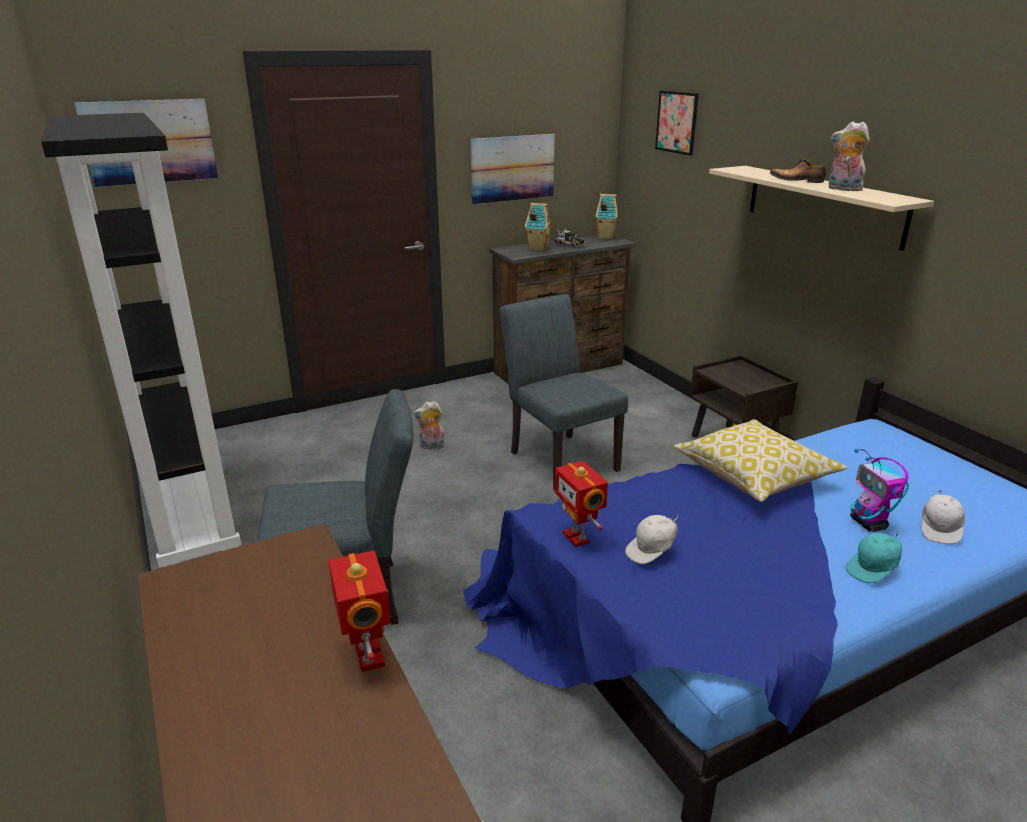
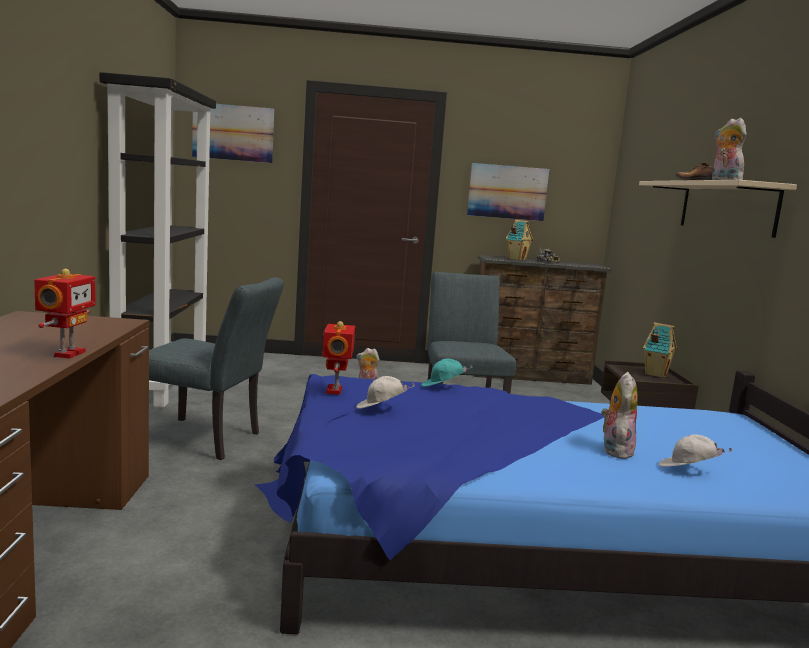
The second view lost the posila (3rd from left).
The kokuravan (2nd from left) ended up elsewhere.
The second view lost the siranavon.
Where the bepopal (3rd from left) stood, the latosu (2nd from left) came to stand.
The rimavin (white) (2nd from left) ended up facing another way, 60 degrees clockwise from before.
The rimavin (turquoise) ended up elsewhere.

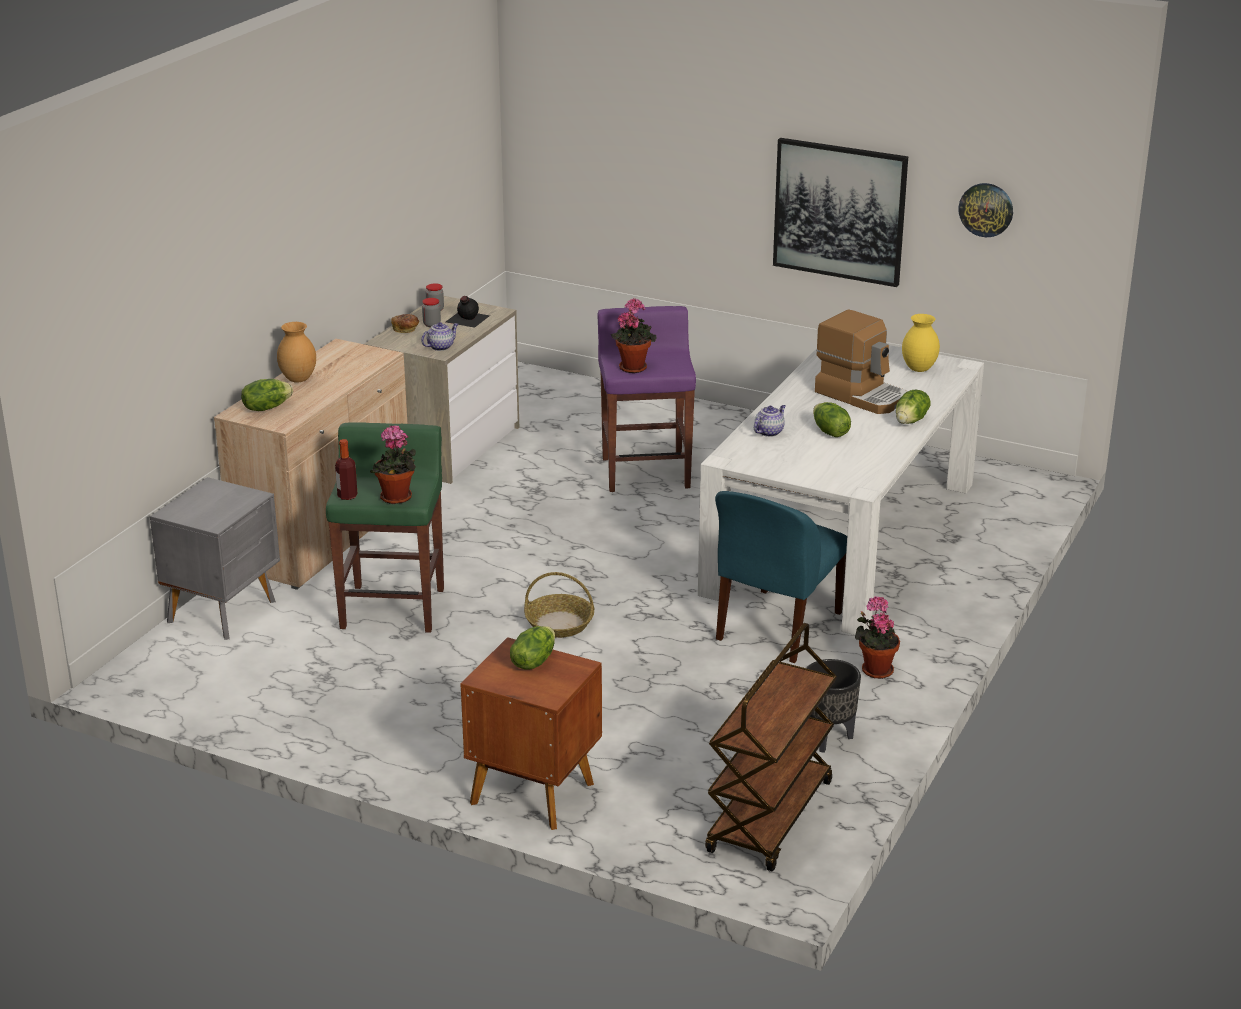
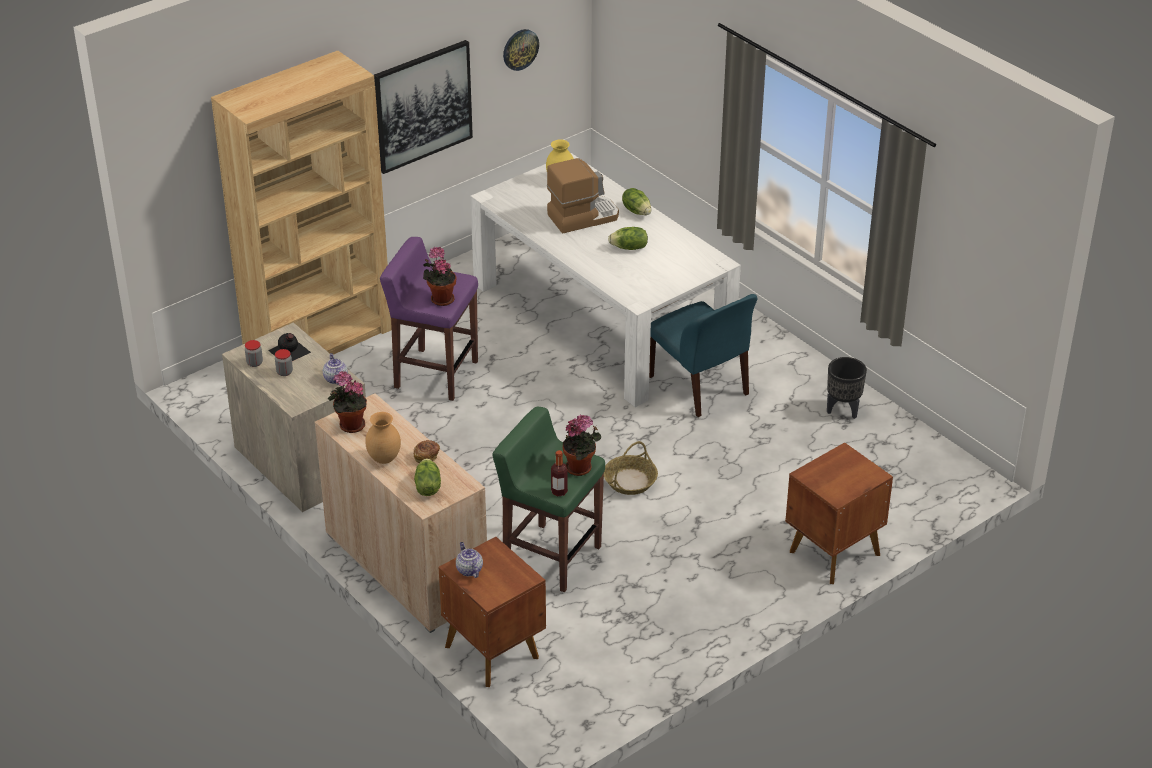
The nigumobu ended up elsewhere.
The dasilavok (2nd from left) ended up elsewhere.
What was the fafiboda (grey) turned into the fafiboda (brown) (1st from left).
The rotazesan (3rd from left in the first image) ended up elsewhere.
The second view lost the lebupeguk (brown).
The second view lost the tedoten (2nd from left).
The second view gained the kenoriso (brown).

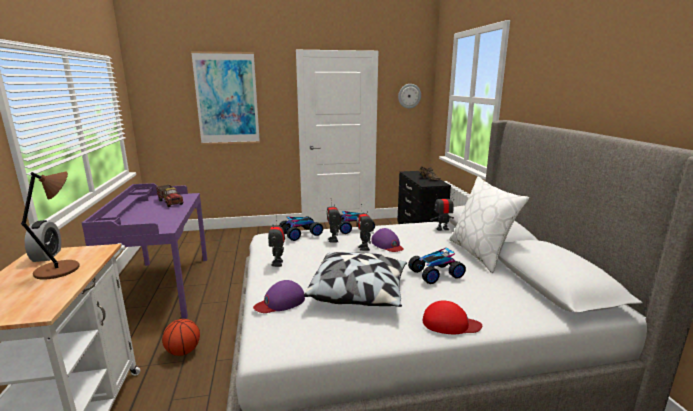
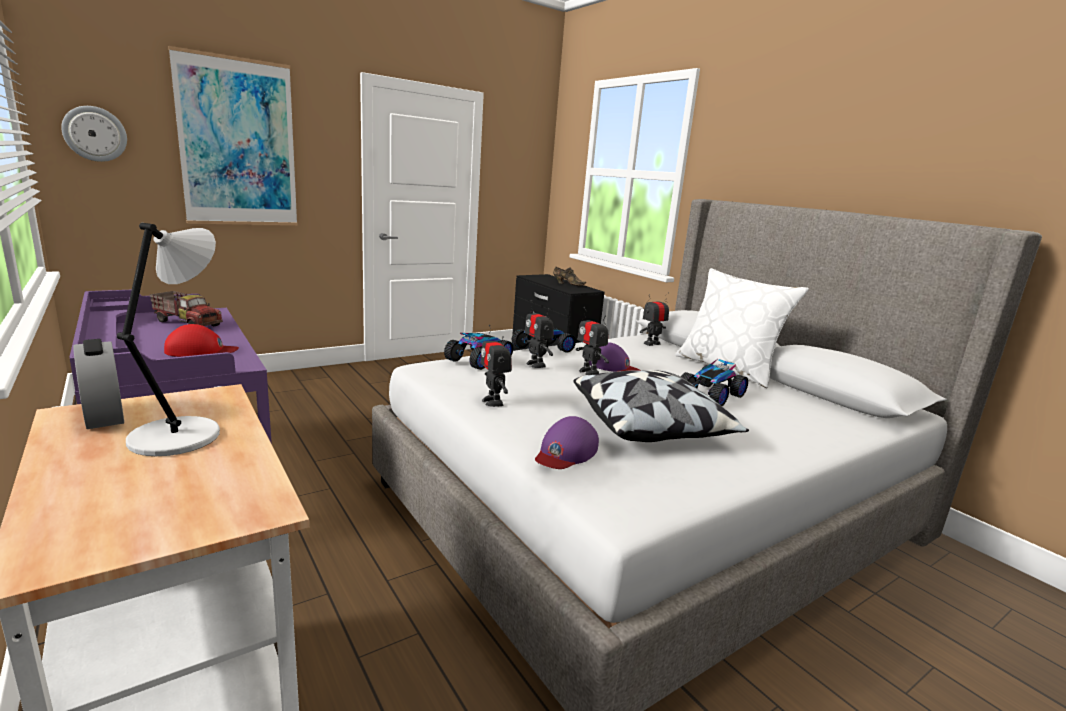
The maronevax ended up elsewhere.
What was the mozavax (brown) turned into the mozavax (grey).
The rimavin (red) ended up elsewhere.
The second view lost the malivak.

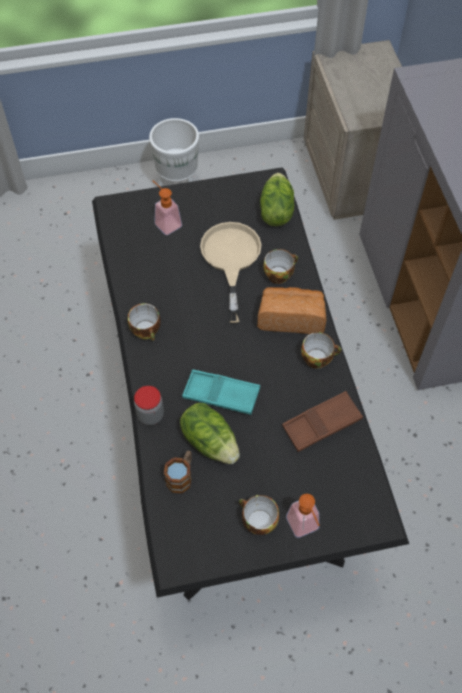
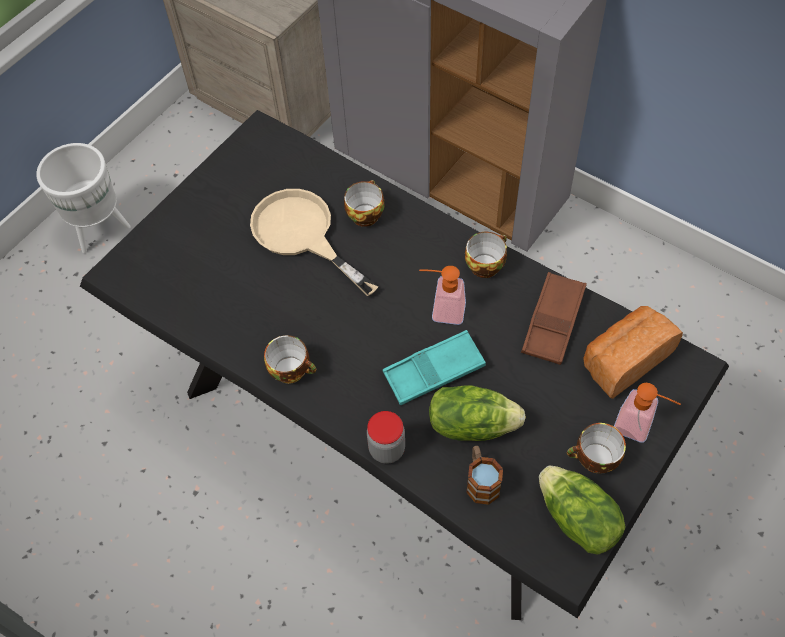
The tedoten (2nd from left) ended up elsewhere.
The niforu (1st from left) ended up elsewhere.
The nigumobu ended up elsewhere.

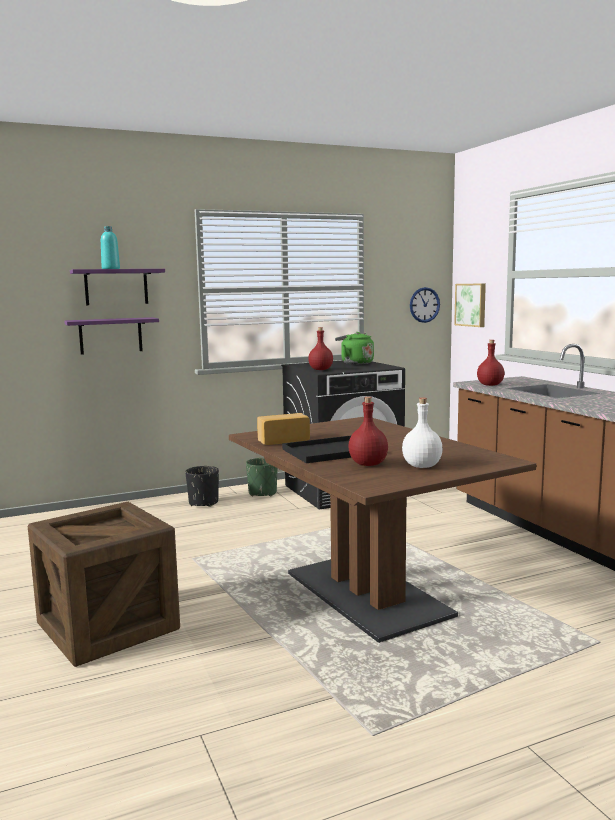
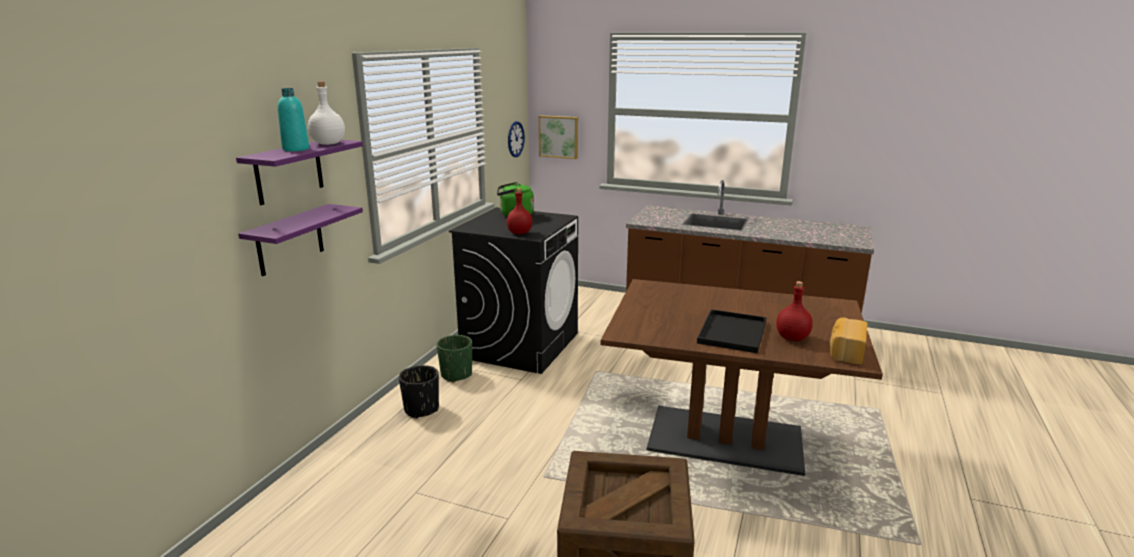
The second view lost the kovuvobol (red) (3rd from left).
The kovuvobol (white) ended up elsewhere.
The nigumobu ended up elsewhere.

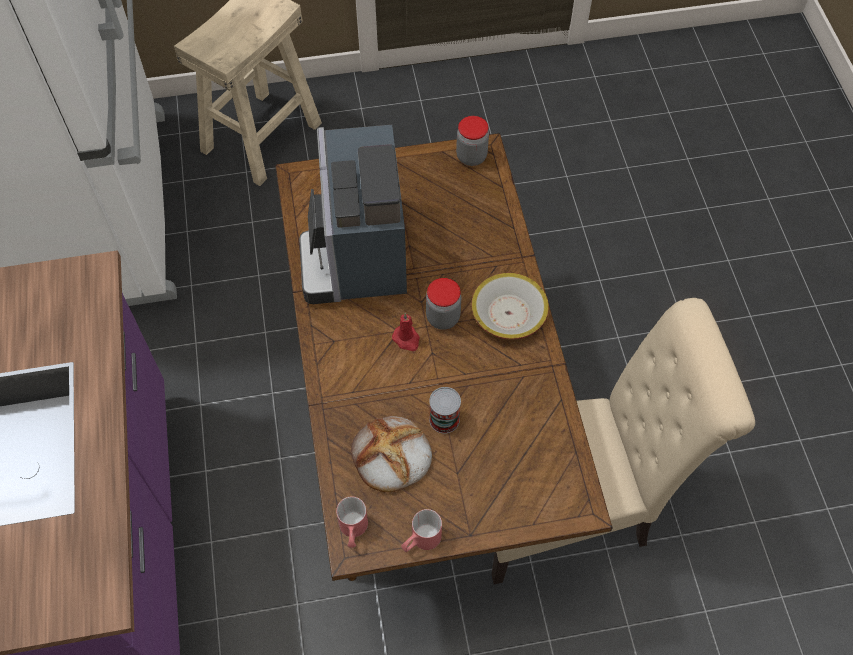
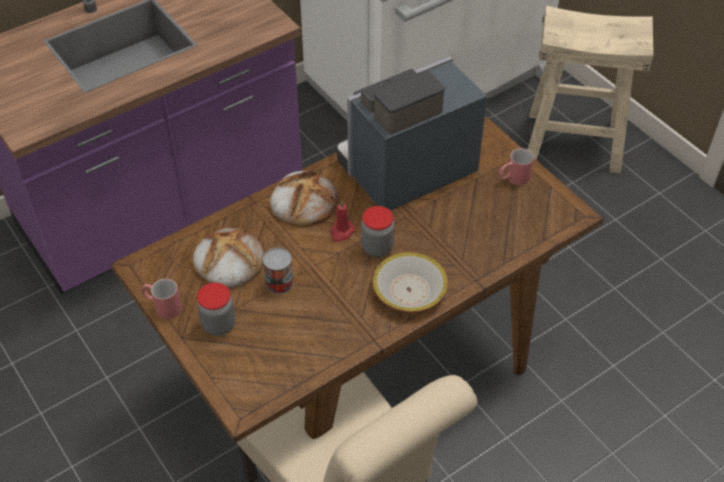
The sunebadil (2nd from left in the first image) ended up elsewhere.
The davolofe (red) (1st from left in the first image) ended up elsewhere.
The second view gained the nigumobu (2nd from left).

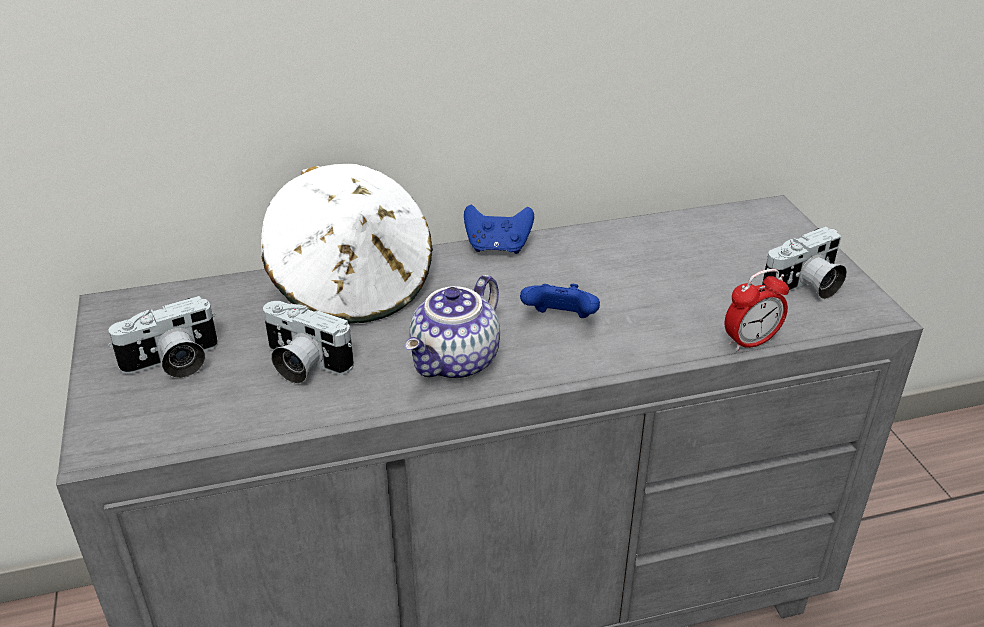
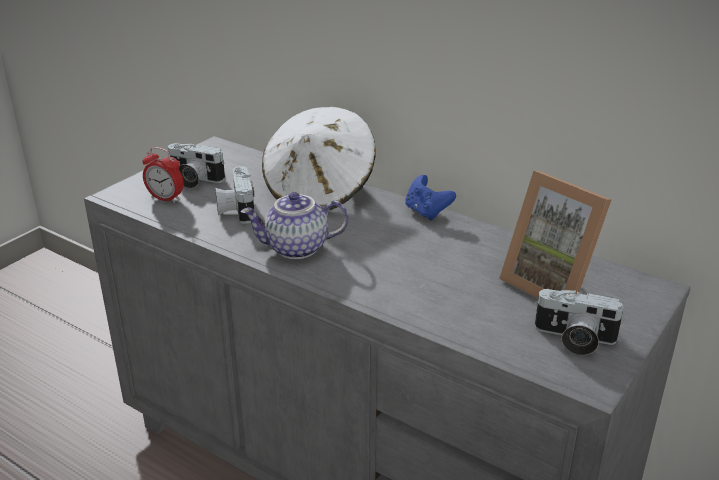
The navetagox ended up elsewhere.
The second view lost the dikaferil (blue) (2nd from left).
The second view gained the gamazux.

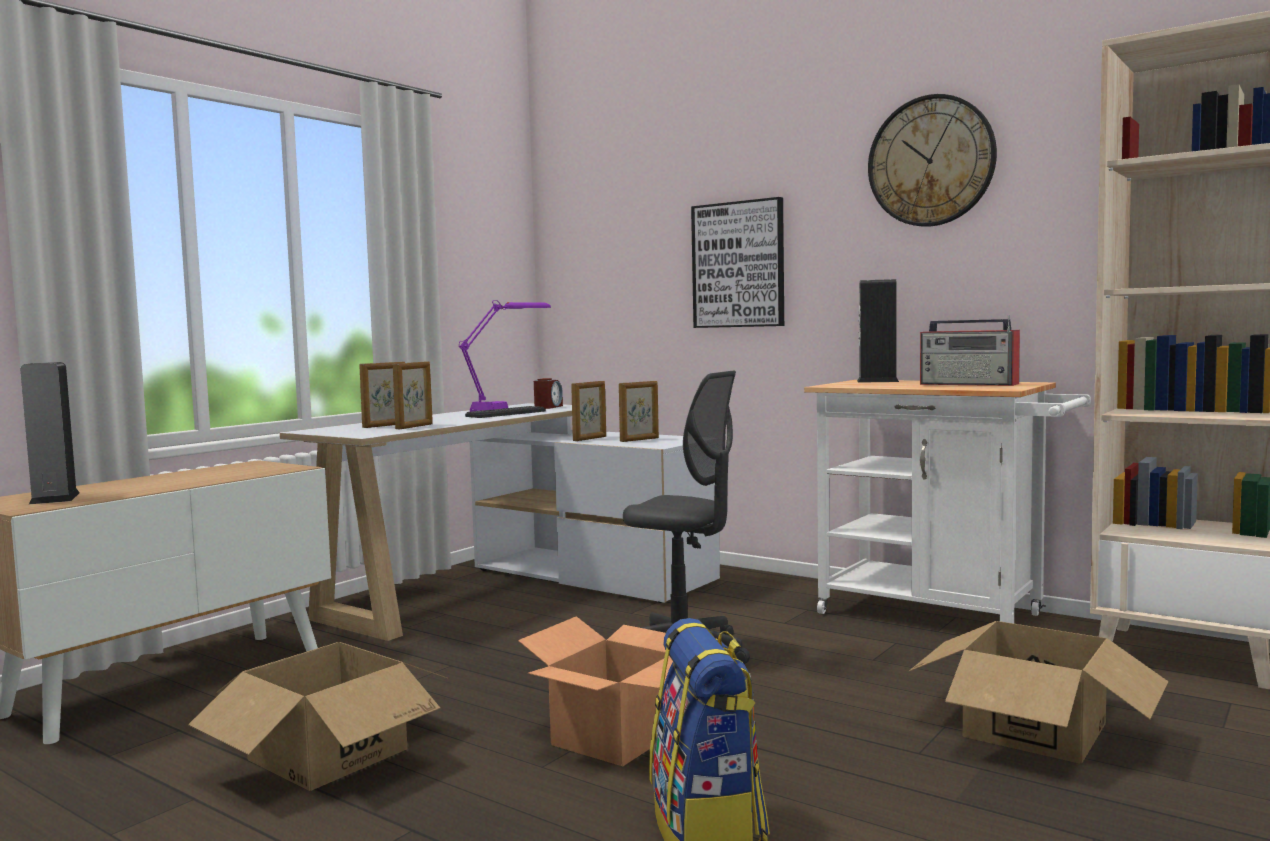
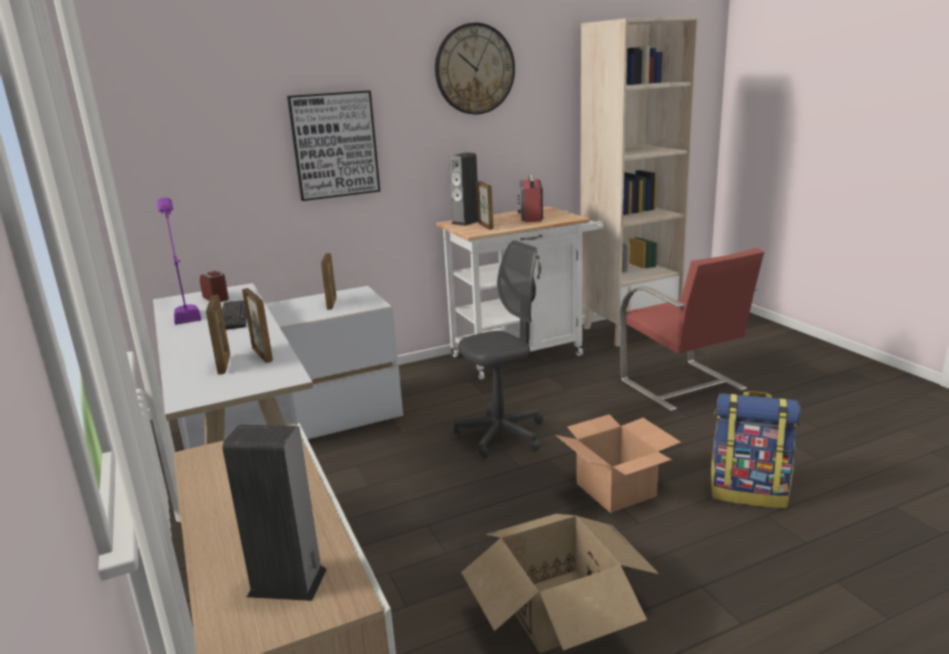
The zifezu ended up facing another way, 120 degrees clockwise from before.
The gamazux (3rd from left in the first image) ended up elsewhere.
Where the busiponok (3rd from left) stood, the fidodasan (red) came to stand.

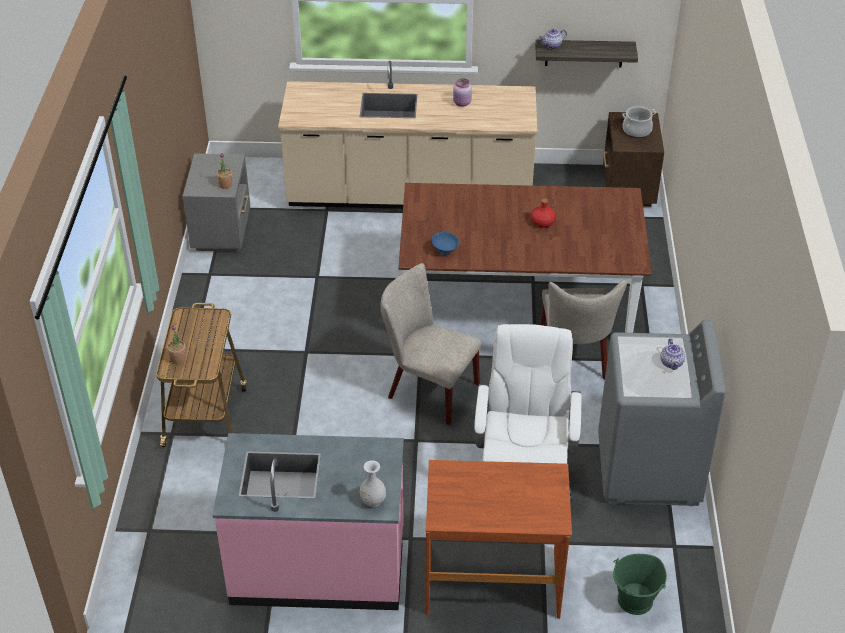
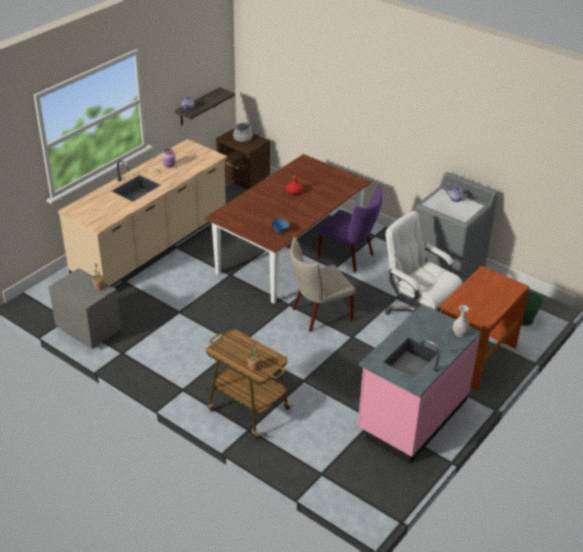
What was the fidodasan (beige) (2nd from left) turned into the fidodasan (purple).

